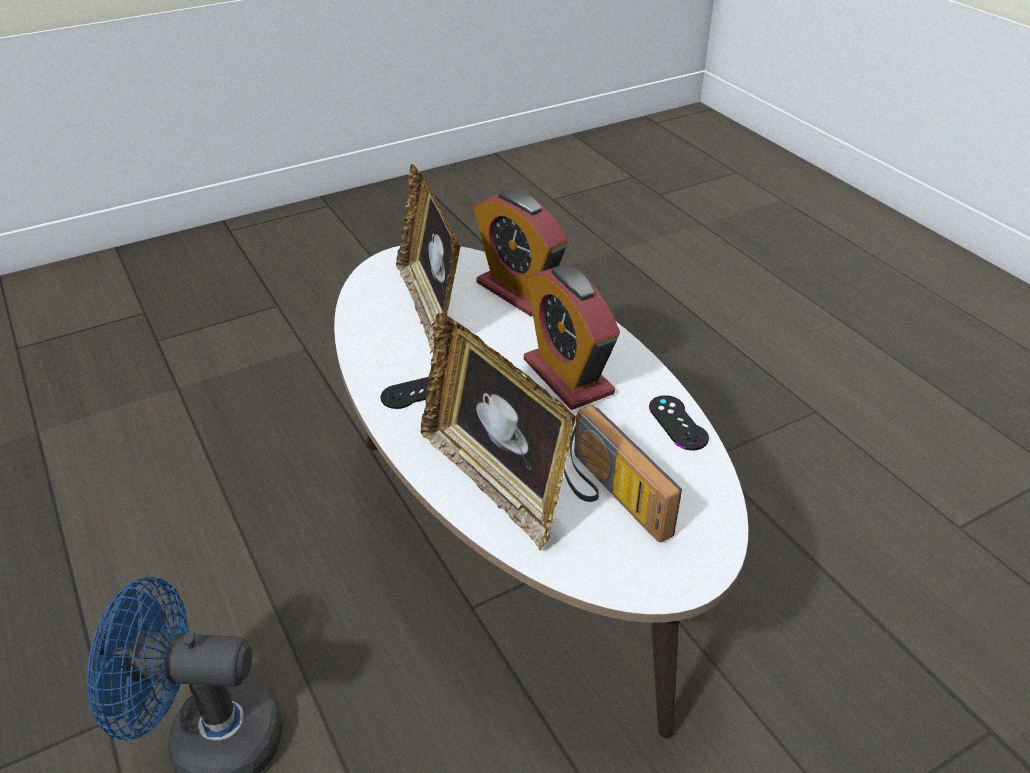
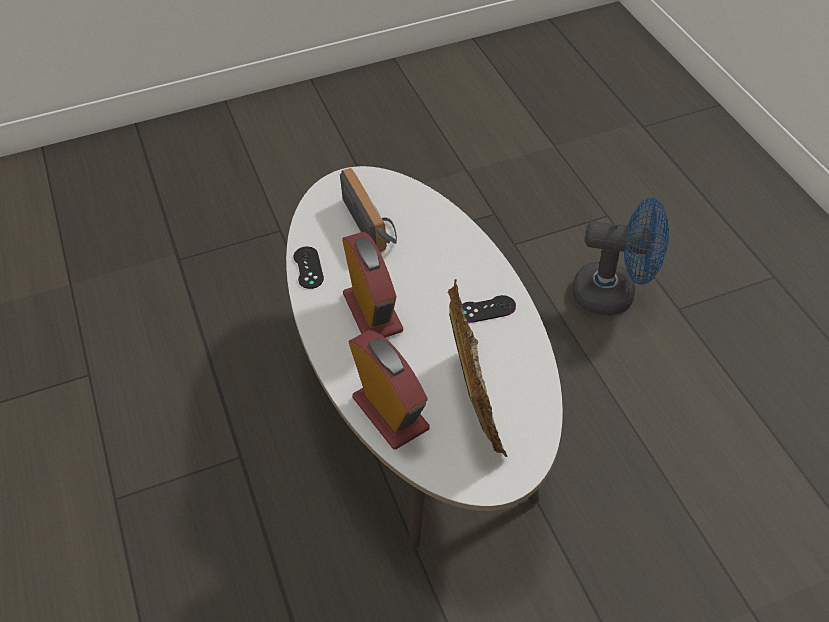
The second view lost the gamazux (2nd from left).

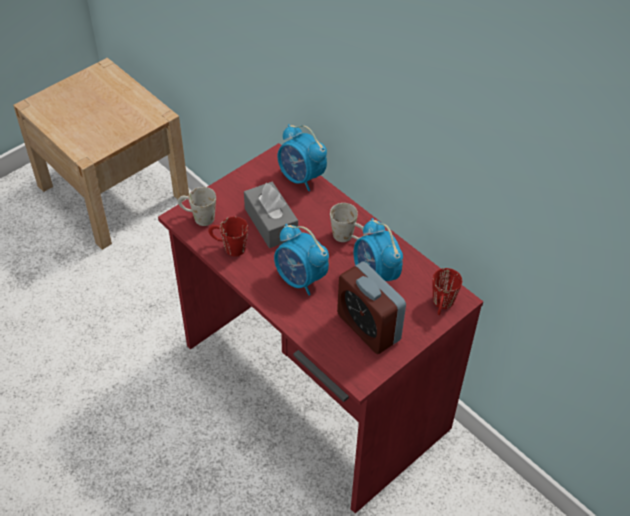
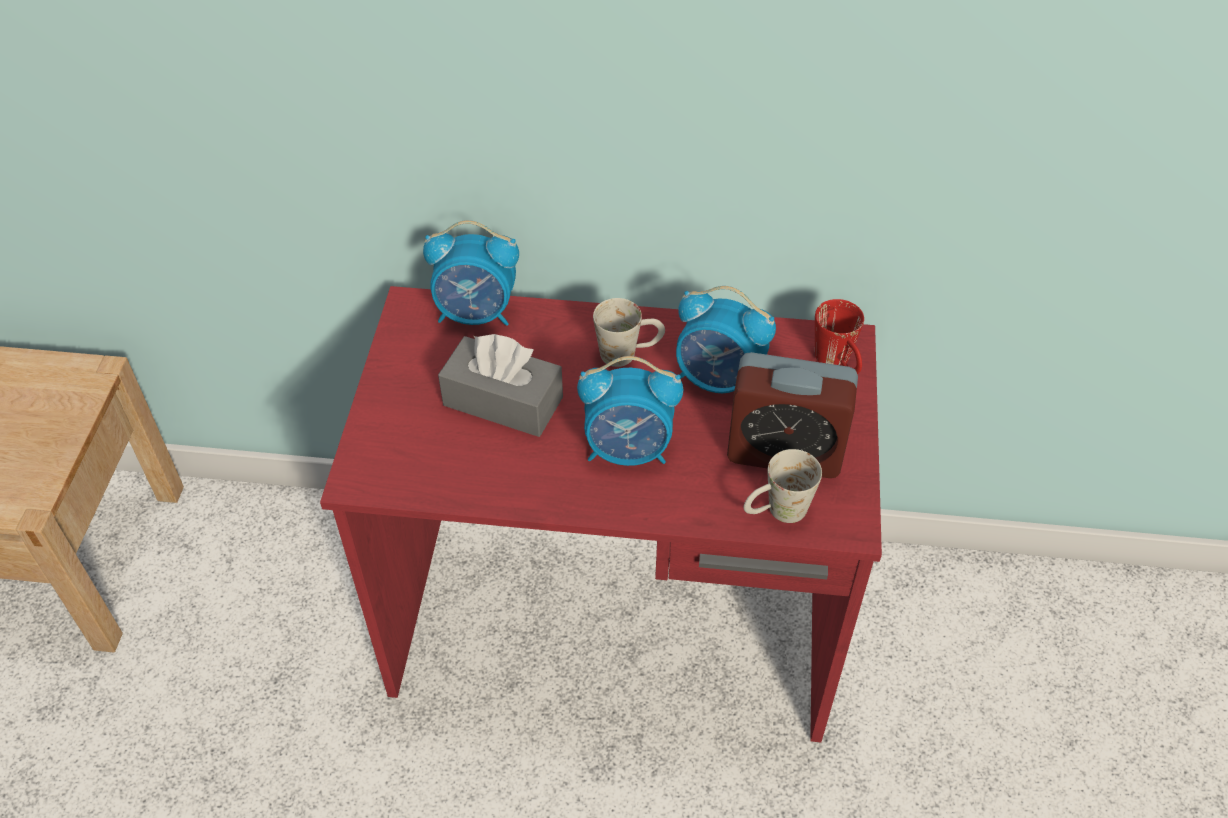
The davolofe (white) (1st from left in the first image) ended up elsewhere.
The second view lost the davolofe (red) (1st from left).

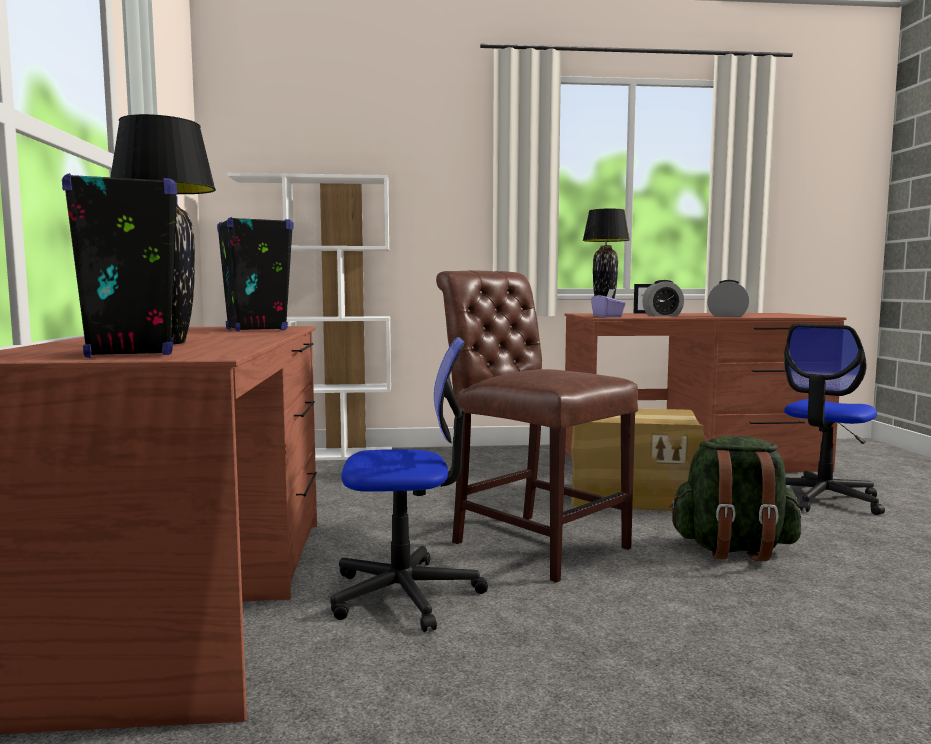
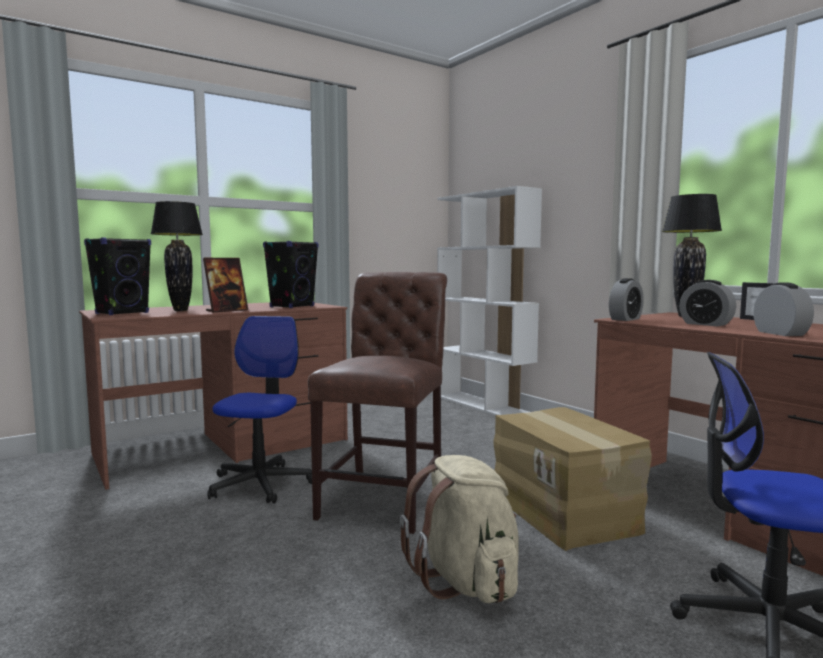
Where the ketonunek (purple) stood, the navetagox (1st from left) came to stand.
The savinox (1st from left) ended up facing another way, 135 degrees counterclockwise from before.
What was the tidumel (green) turned into the tidumel (beige).
The second view gained the gamazux (1st from left).

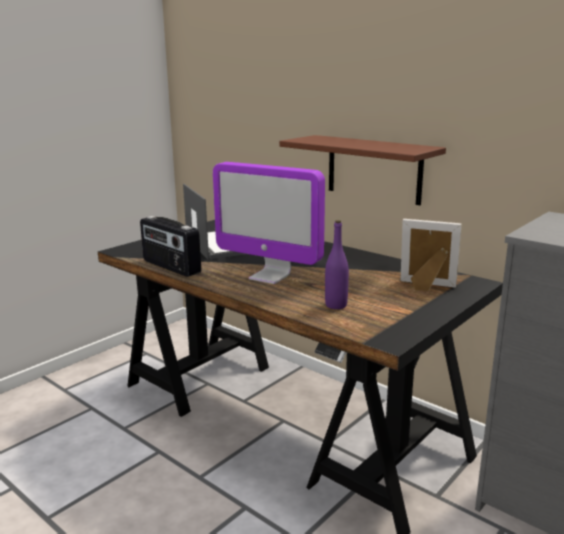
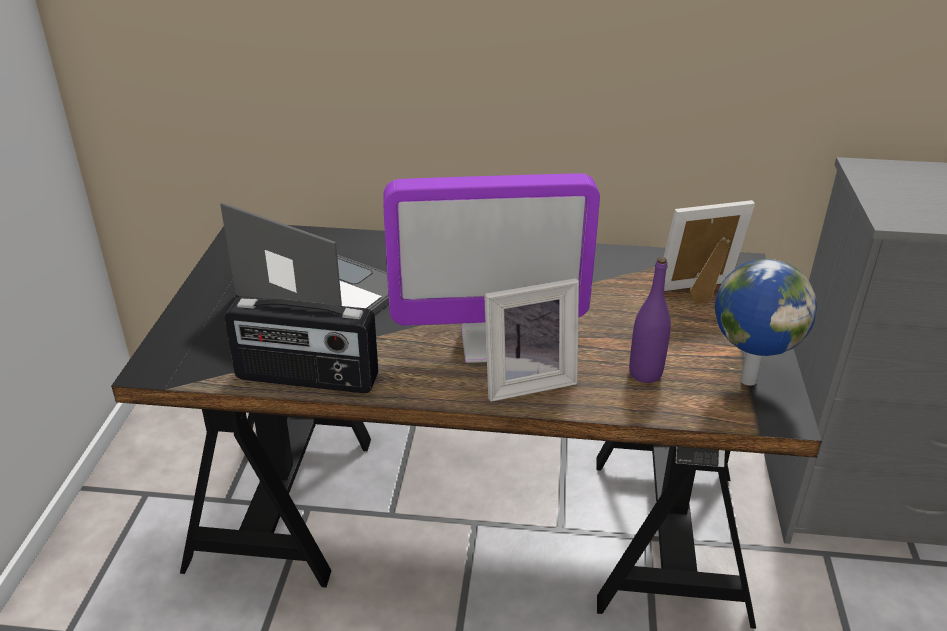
The second view lost the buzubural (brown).
The second view gained the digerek.
The second view gained the gamazux (1st from left).

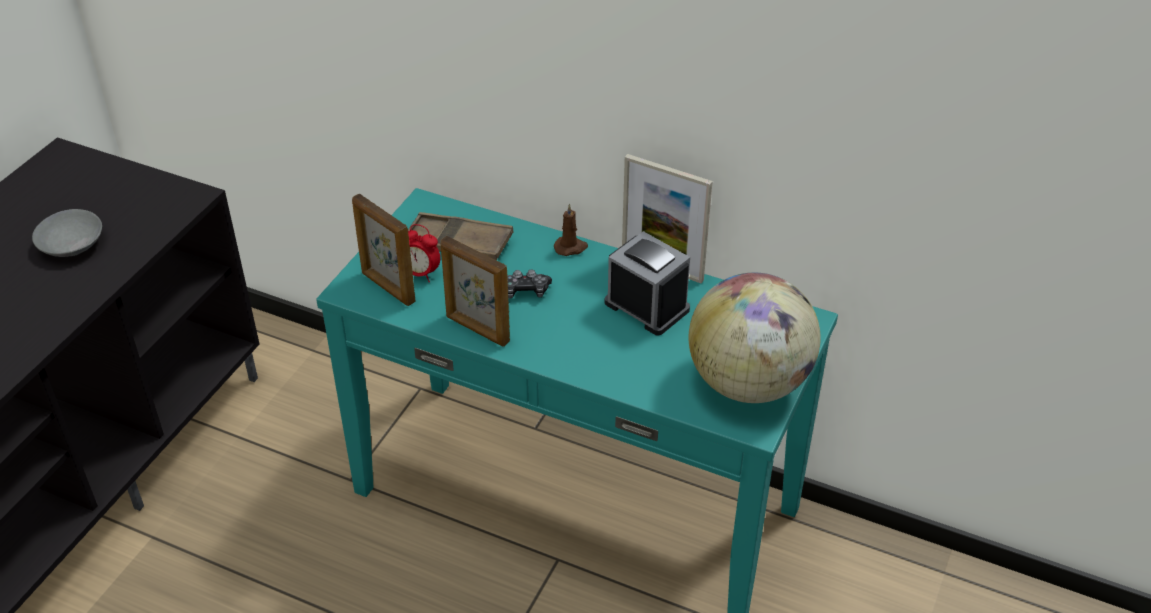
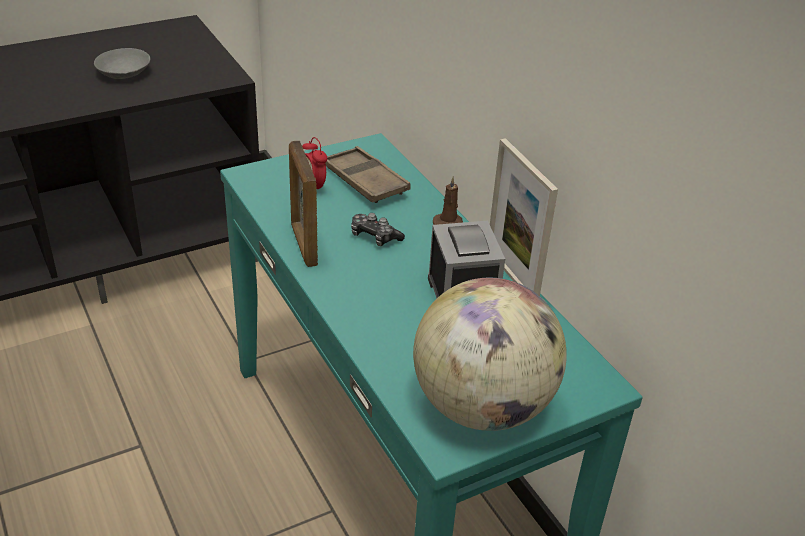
The second view lost the gamazux (1st from left).

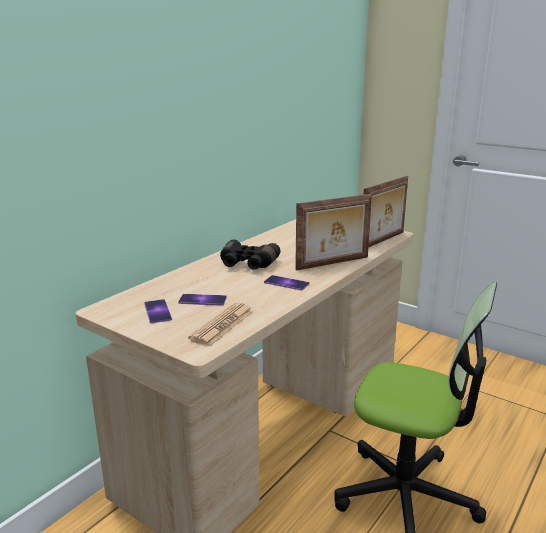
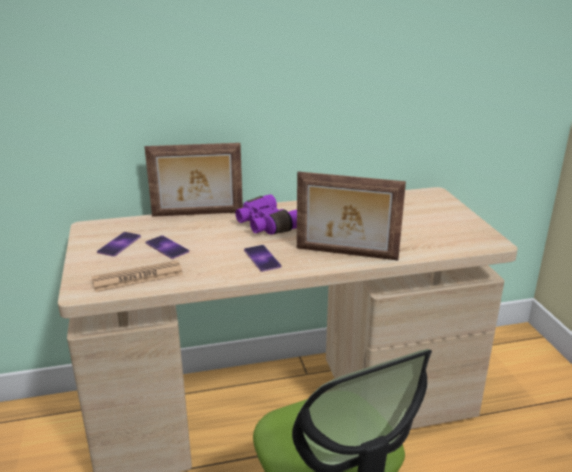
The gamazux (2nd from left in the first image) ended up elsewhere.
What was the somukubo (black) turned into the somukubo (purple).

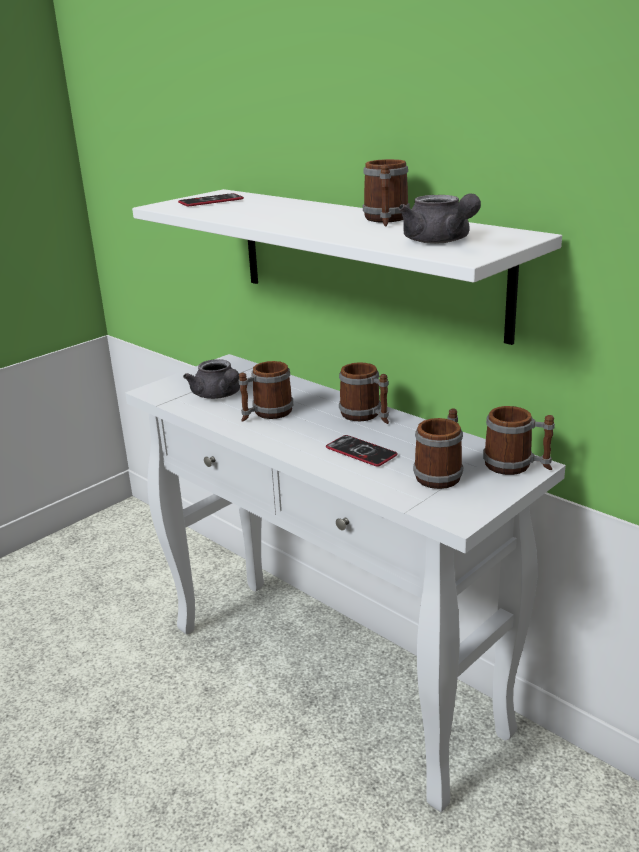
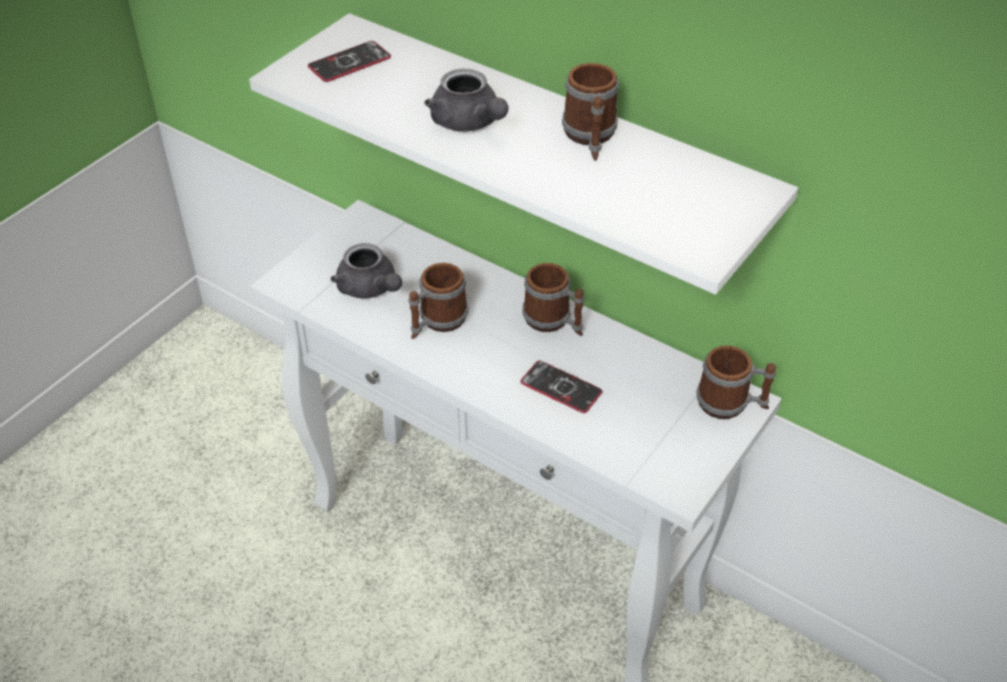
The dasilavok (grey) (2nd from left) ended up elsewhere.
The second view lost the davolofe (4th from left).

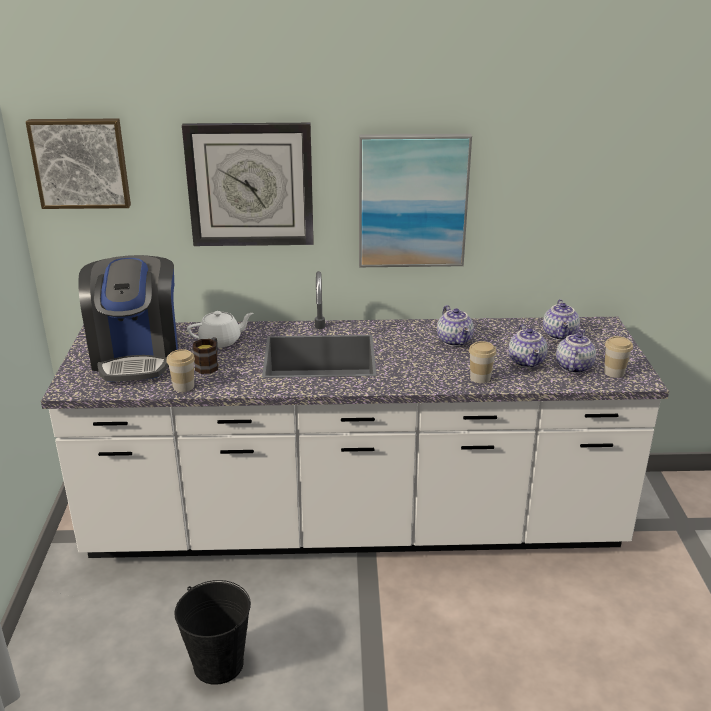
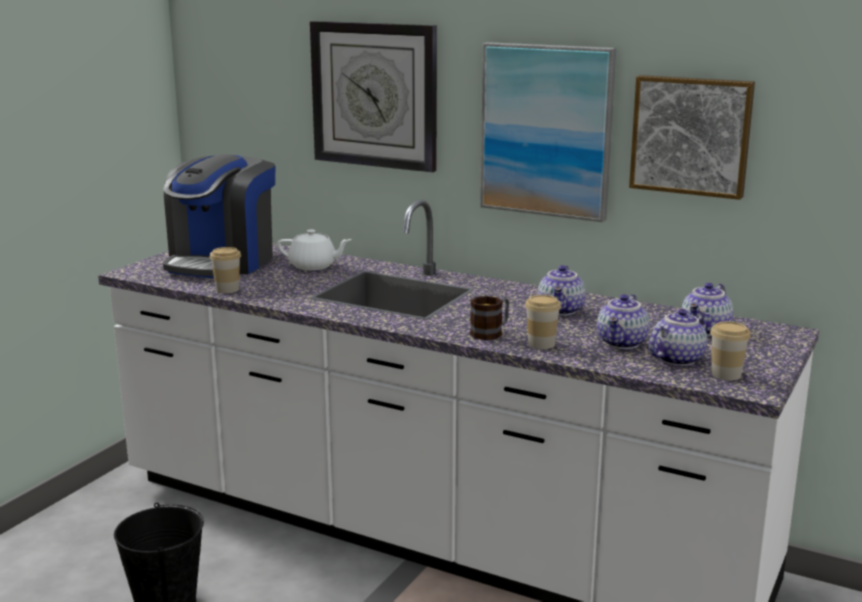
The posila (1st from left in the first image) ended up elsewhere.
The davolofe ended up elsewhere.

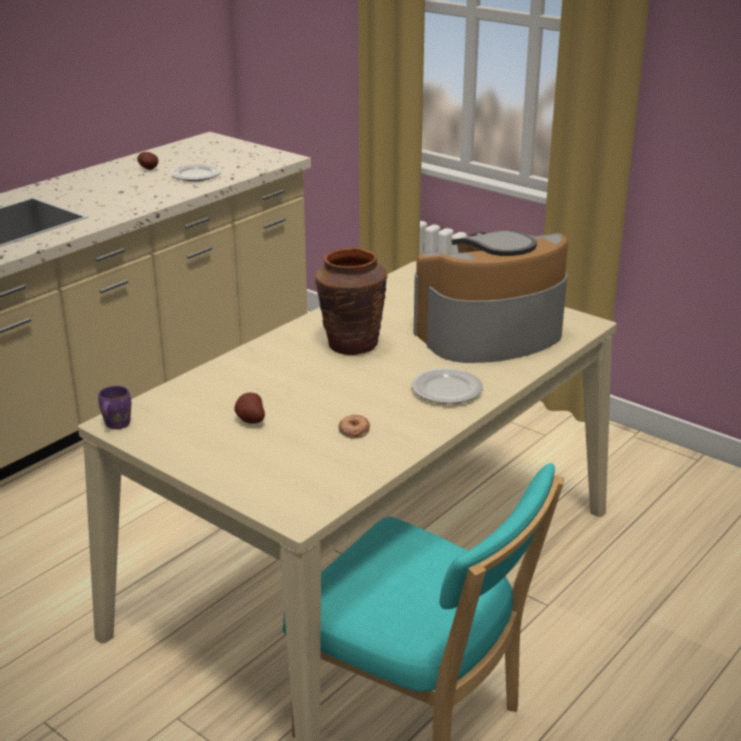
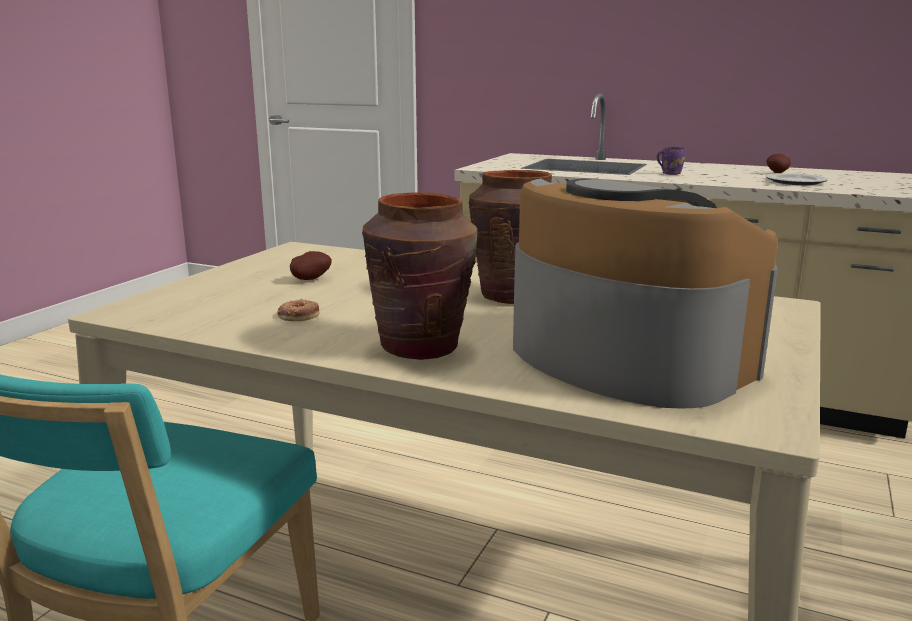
Where the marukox (2nd from left) stood, the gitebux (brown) (1st from left) came to stand.
The davolofe (purple) ended up elsewhere.

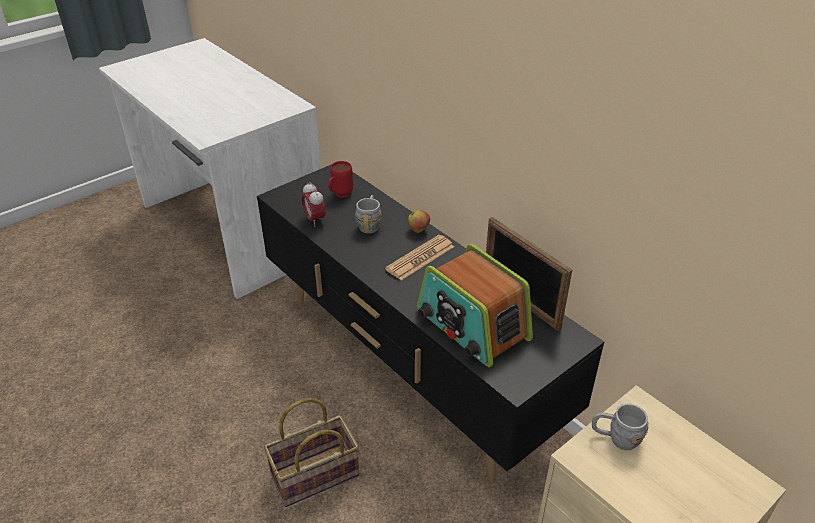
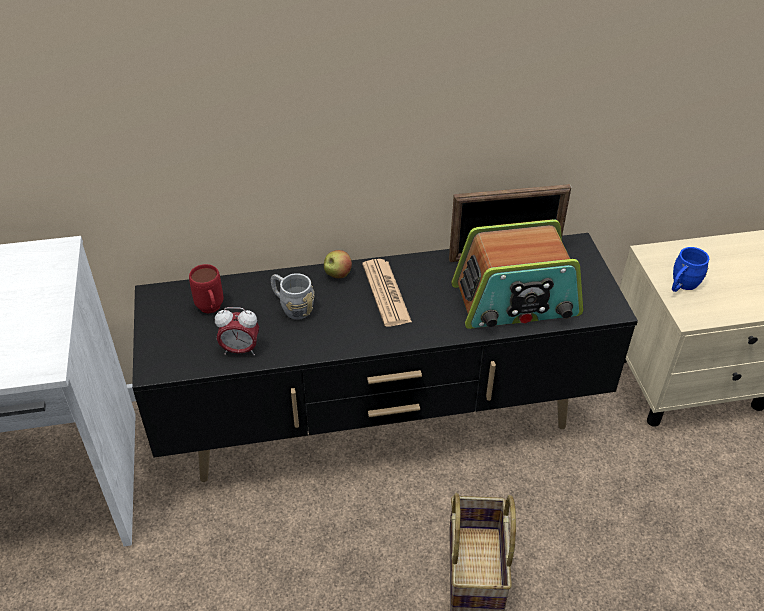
What was the davolofe (grey) (2nd from left) turned into the davolofe (blue).

